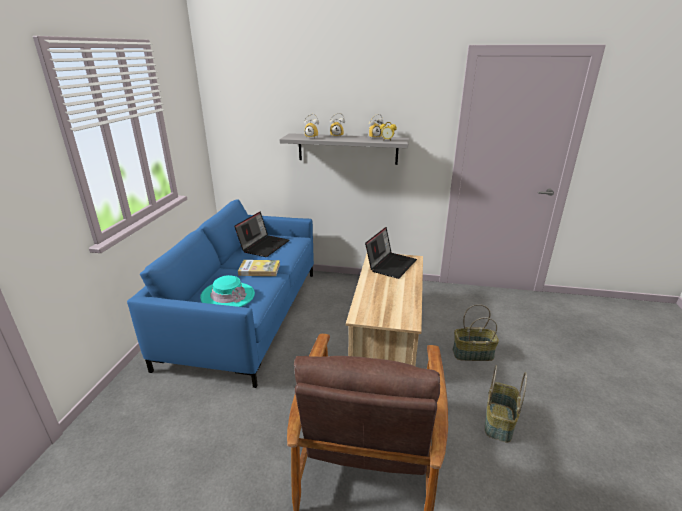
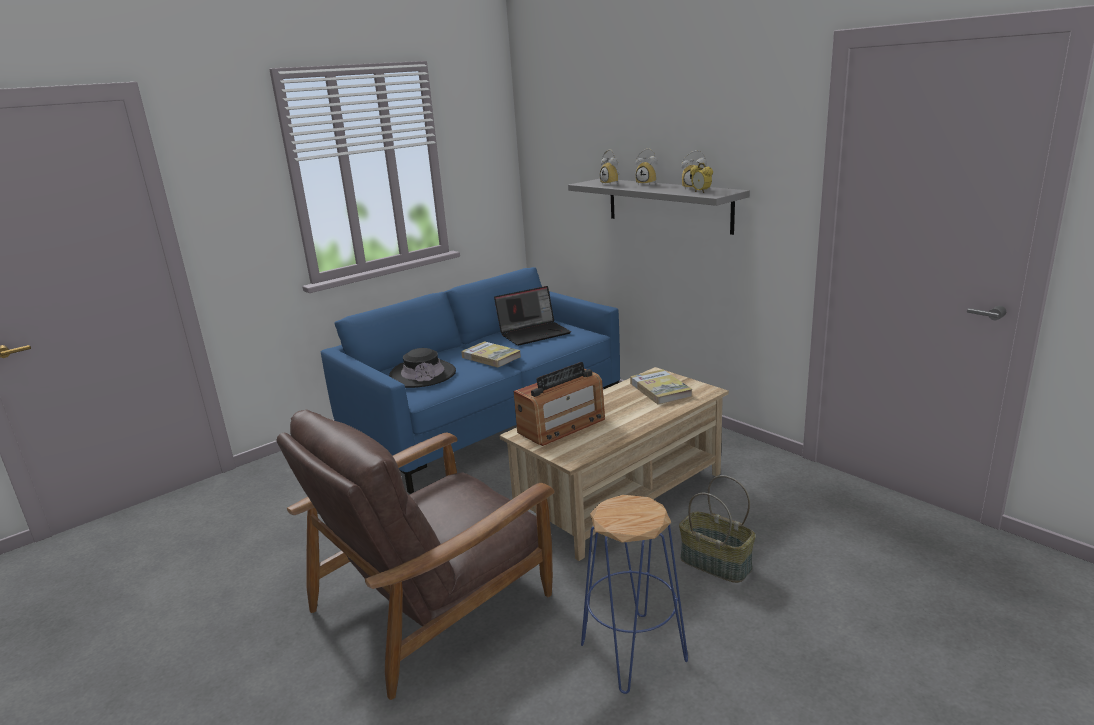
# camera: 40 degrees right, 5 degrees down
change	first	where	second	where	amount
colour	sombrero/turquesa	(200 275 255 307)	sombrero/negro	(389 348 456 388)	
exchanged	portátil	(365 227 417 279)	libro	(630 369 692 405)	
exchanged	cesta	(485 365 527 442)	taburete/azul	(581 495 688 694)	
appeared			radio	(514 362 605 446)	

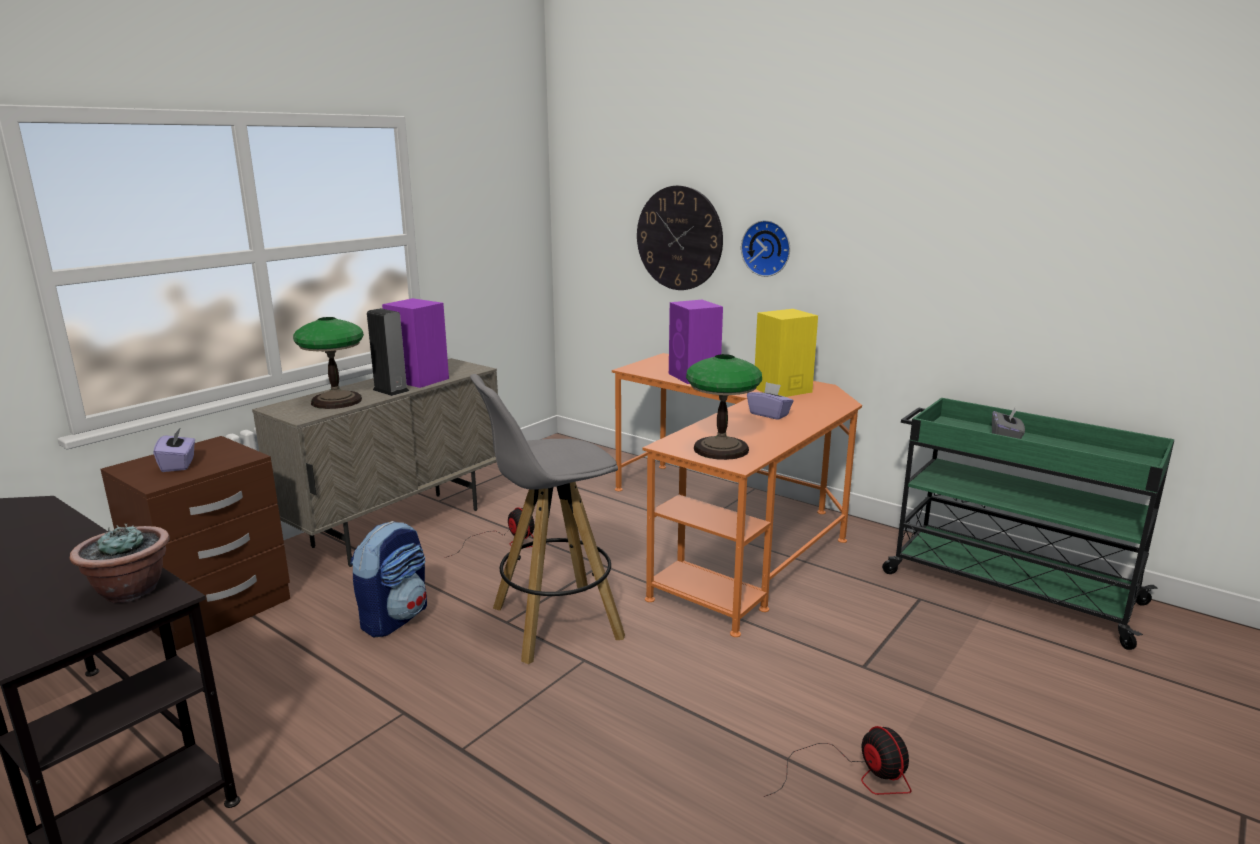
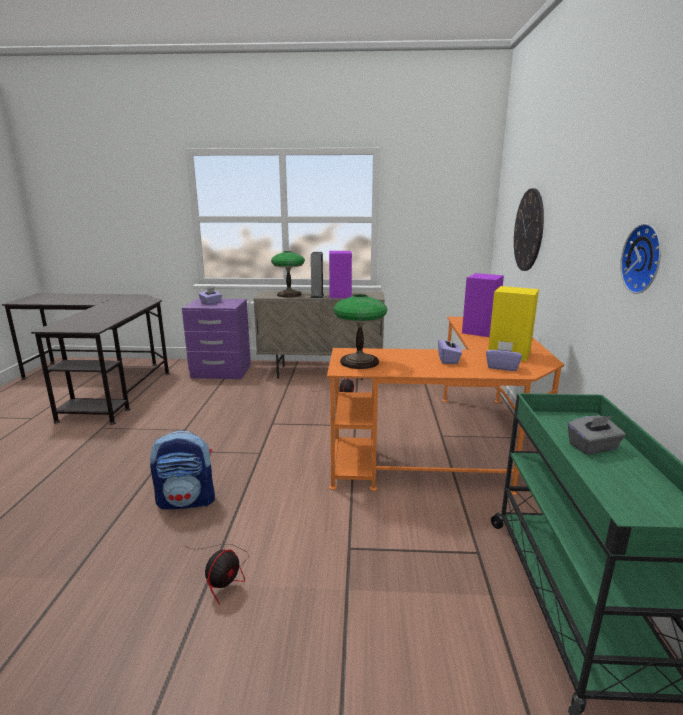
# camera: 55 degrees right, 0 degrees up
change	first	where	second	where	amount
missing	planta en maceta	(70 524 170 603)			
colour	mesita de noche/marrón	(101 436 290 650)	mesita de noche/morado	(182 299 251 379)	
relocated	mochila	(350 521 427 637)		(150 430 215 510)	
missing	taburete/gris	(470 374 625 664)			
relocated	reloj de pared	(741 220 790 277)		(620 223 661 294)	
appeared			caja de pañuelos/morado	(486 341 522 371)	

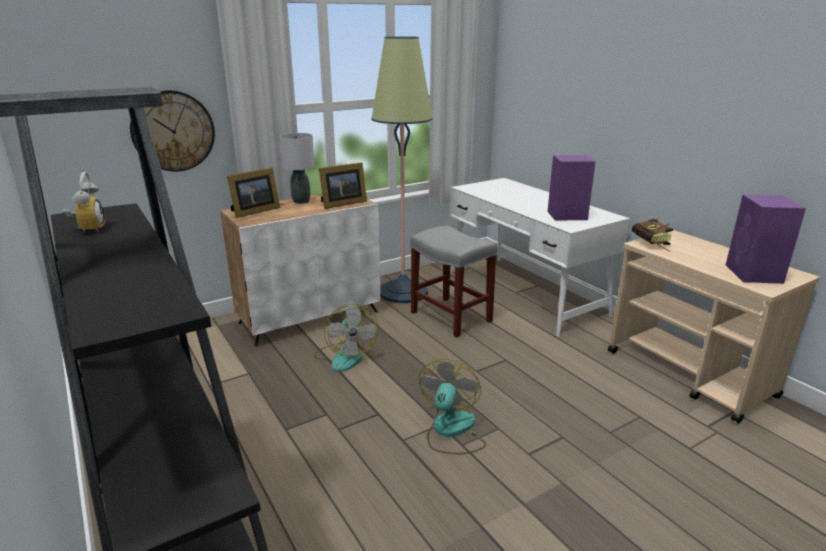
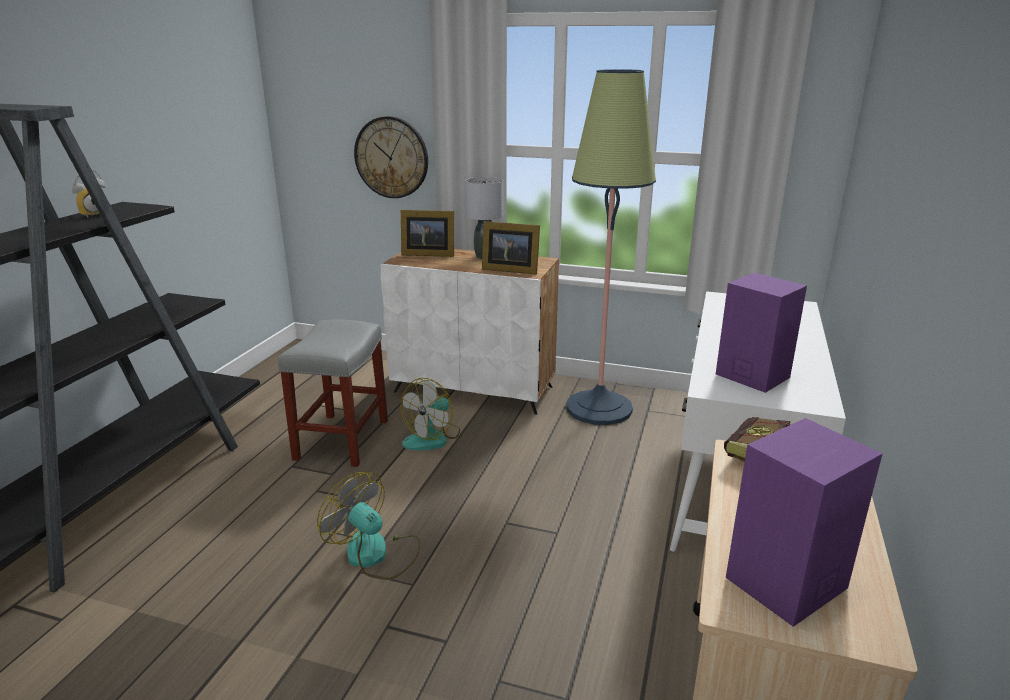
# camera: 50 degrees right, 0 degrees up
change	first	where	second	where	amount
relocated	taburete/gris	(410 226 497 338)		(278 319 388 467)	
spun	ventilador	(419 359 486 455)		(317 472 420 580)	120 degrees counterclockwise

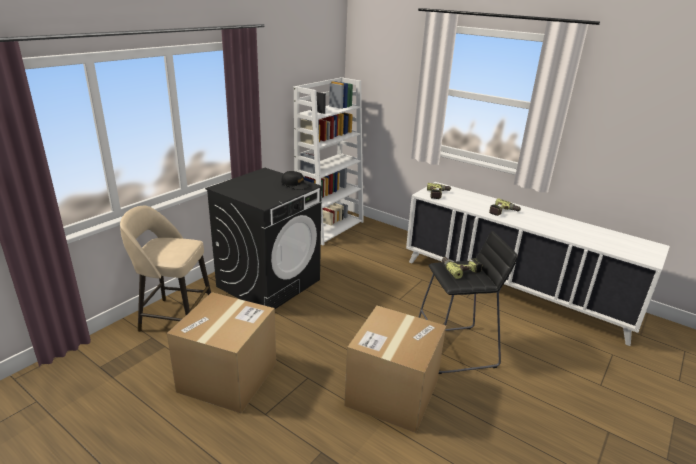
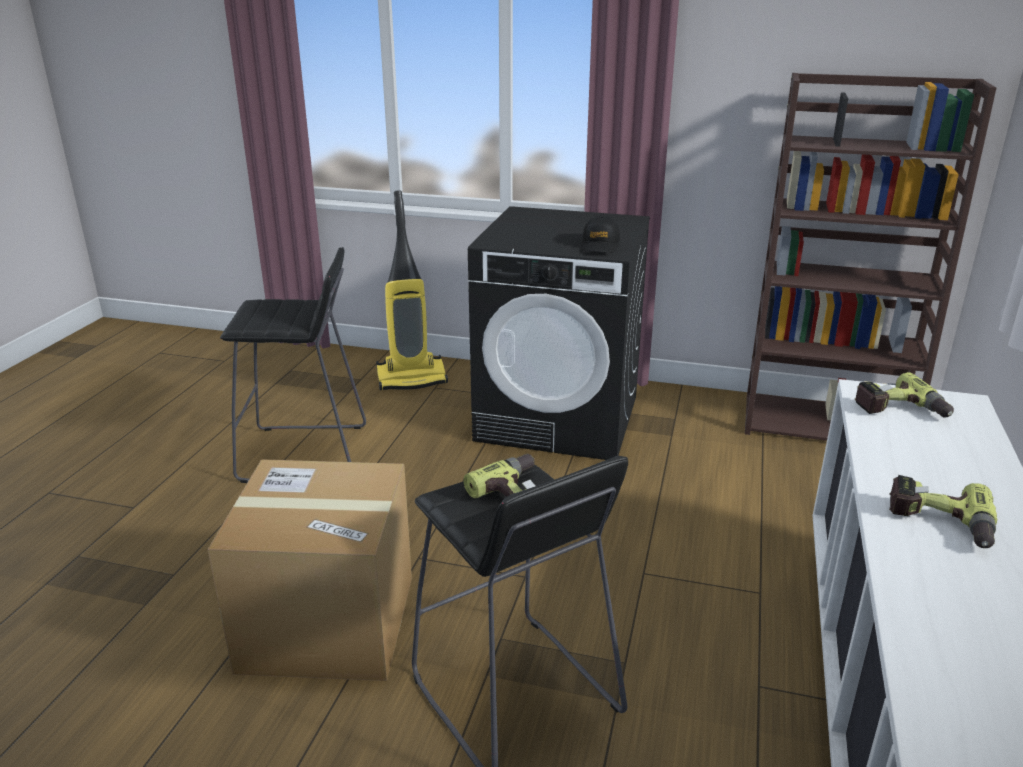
# camera: 70 degrees right, 0 degrees up
change	first	where	second	where	amount
exchanged	taburete/beis	(120 206 211 332)	aspiradora	(376 190 448 390)	
exchanged	caja de cartón	(167 292 276 413)	taburete/negro	(220 247 366 483)	
colour	estantería/blanco	(294 77 364 245)	estantería/marrón	(745 73 996 441)	

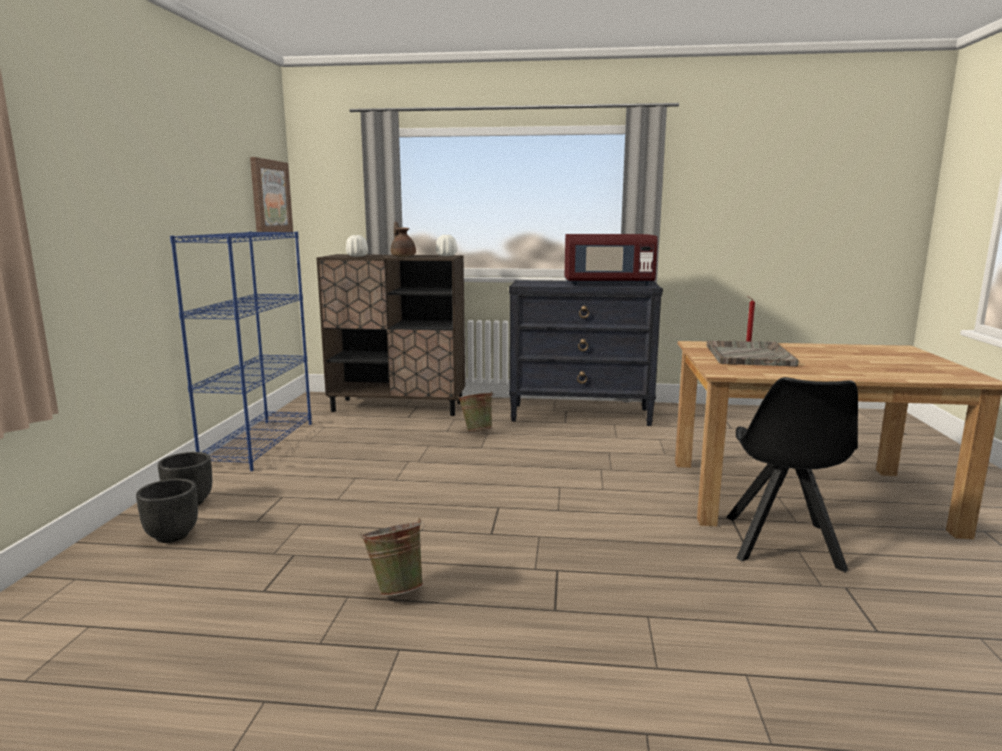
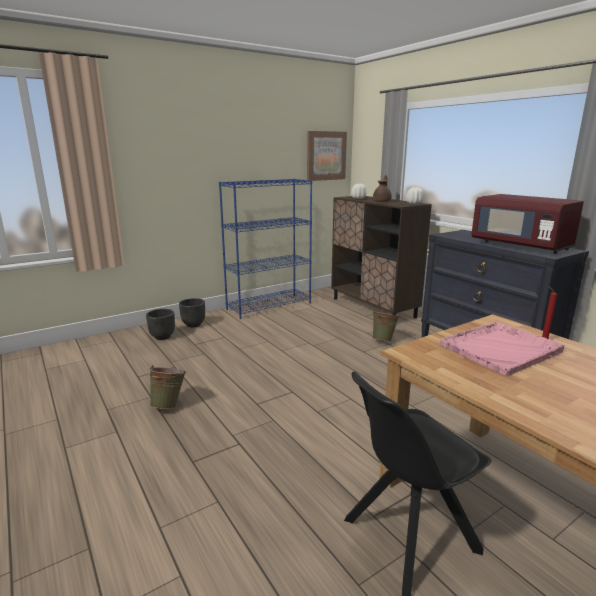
# camera: 50 degrees right, 5 degrees up
change	first	where	second	where	amount
colour	bandeja/gris	(706 340 799 366)	bandeja/rosa	(440 321 564 376)	

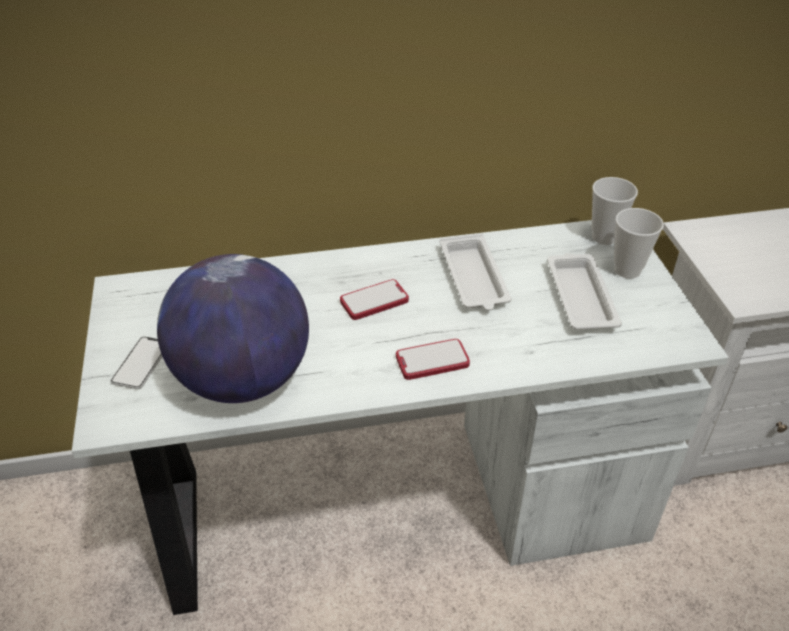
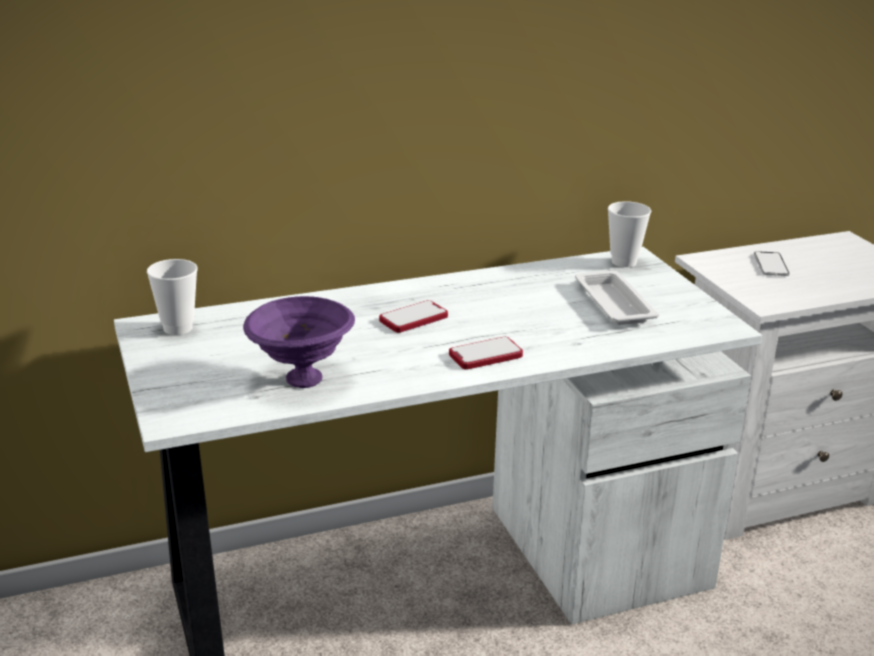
# camera: 10 degrees left, 15 degrees down
change	first	where	second	where	amount
relocated	móvil	(110 337 162 389)		(754 251 790 276)	
exchanged	globo terráqueo	(157 254 309 403)	cuenco/morado	(243 296 355 388)	
missing	bandeja/blanco	(440 233 511 310)			
relocated	taza	(614 208 664 279)		(147 259 198 335)	

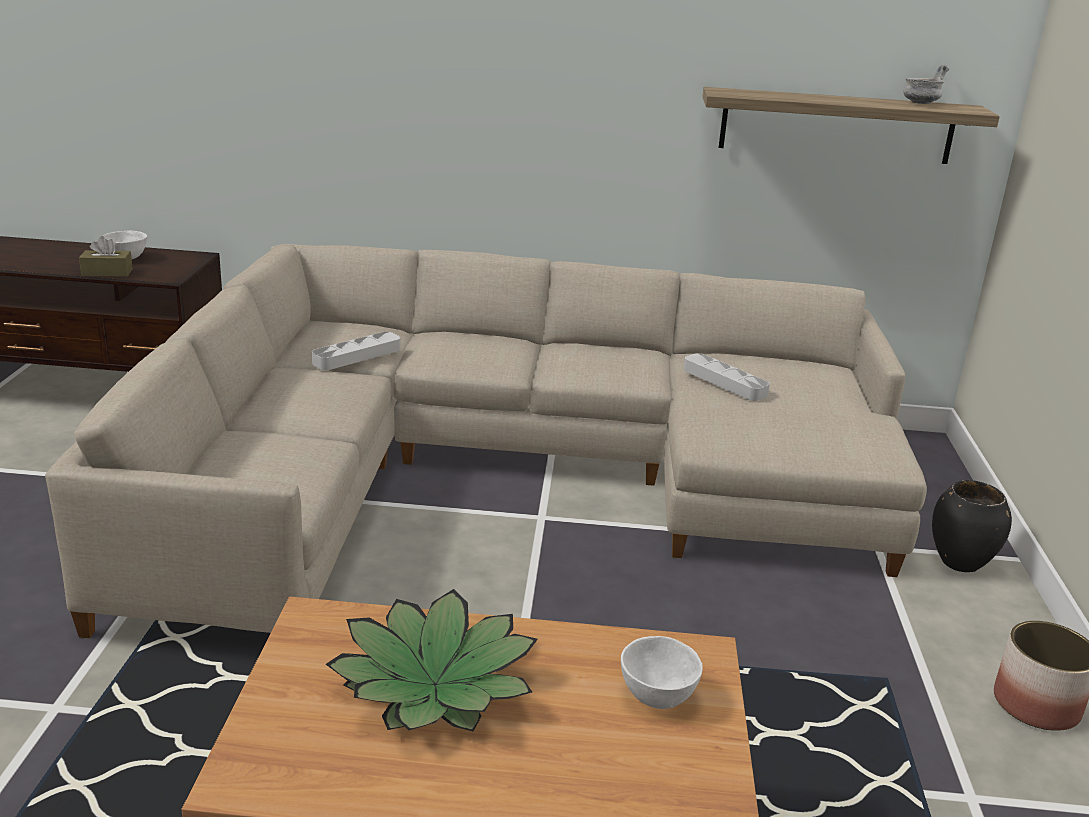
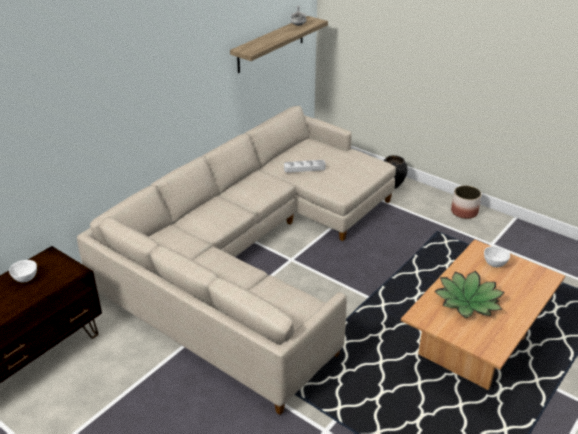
# camera: 55 degrees left, 10 degrees up
change	first	where	second	where	amount
missing	caja de pañuelos/marrón	(79 236 133 277)			
missing	bandeja/gris	(312 332 400 370)			

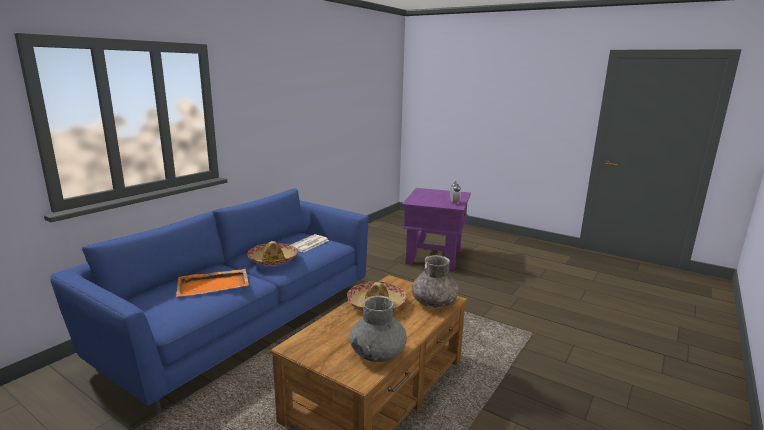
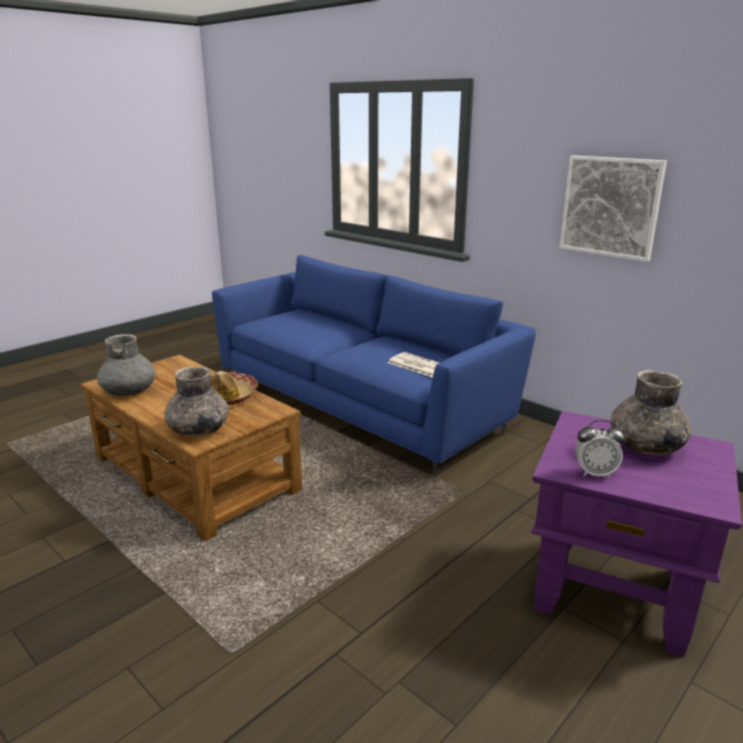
# camera: 100 degrees right, 5 degrees up
change	first	where	second	where	amount
missing	bandeja/naranja	(176 269 249 297)			
missing	sombrero	(247 241 298 265)			
appeared			cuadro	(560 155 667 262)	
appeared			florero/gris	(611 370 691 455)	

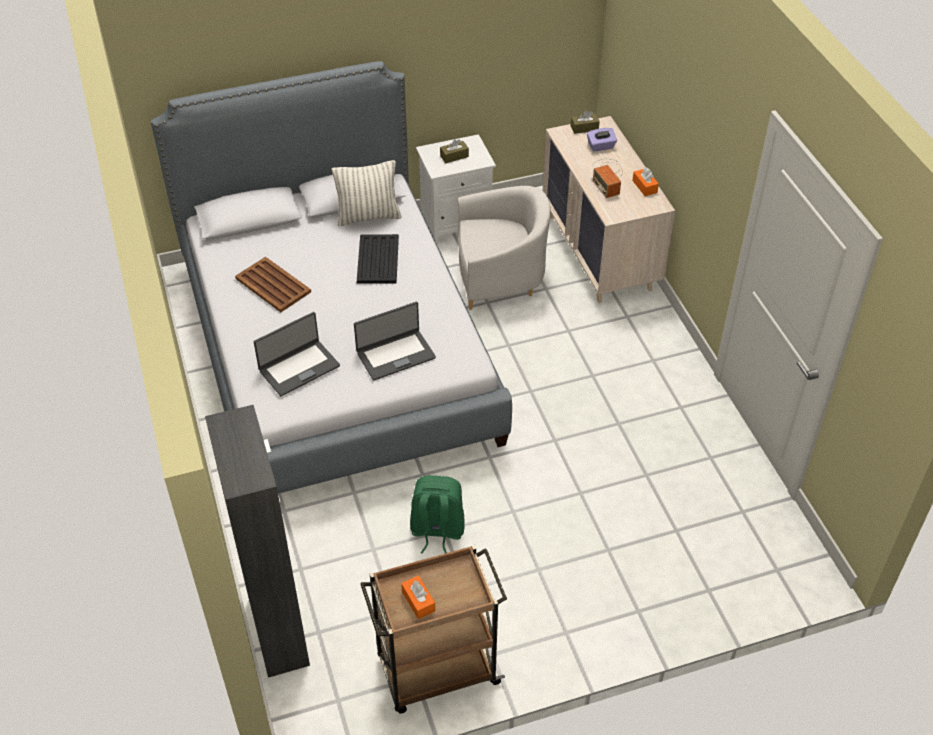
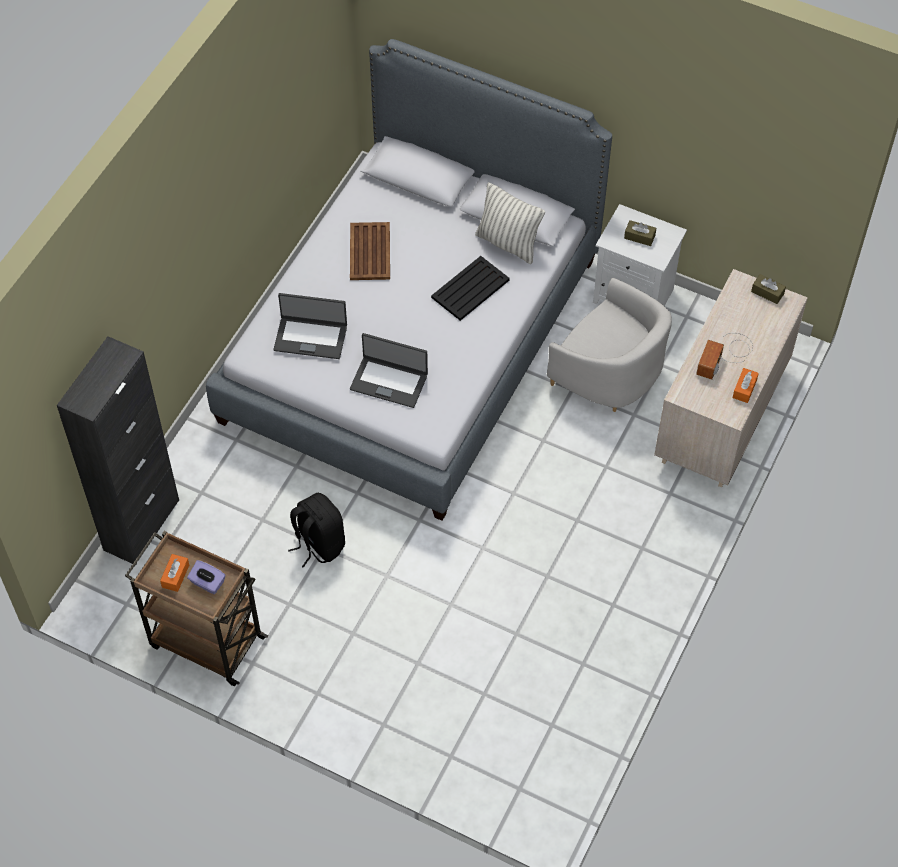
# camera: 45 degrees right, 10 degrees up
change	first	where	second	where	amount
colour	mochila/verde	(410 475 465 554)	mochila/negro	(288 493 345 568)	
relocated	caja de pañuelos/morado	(587 128 617 151)		(187 560 226 594)	

